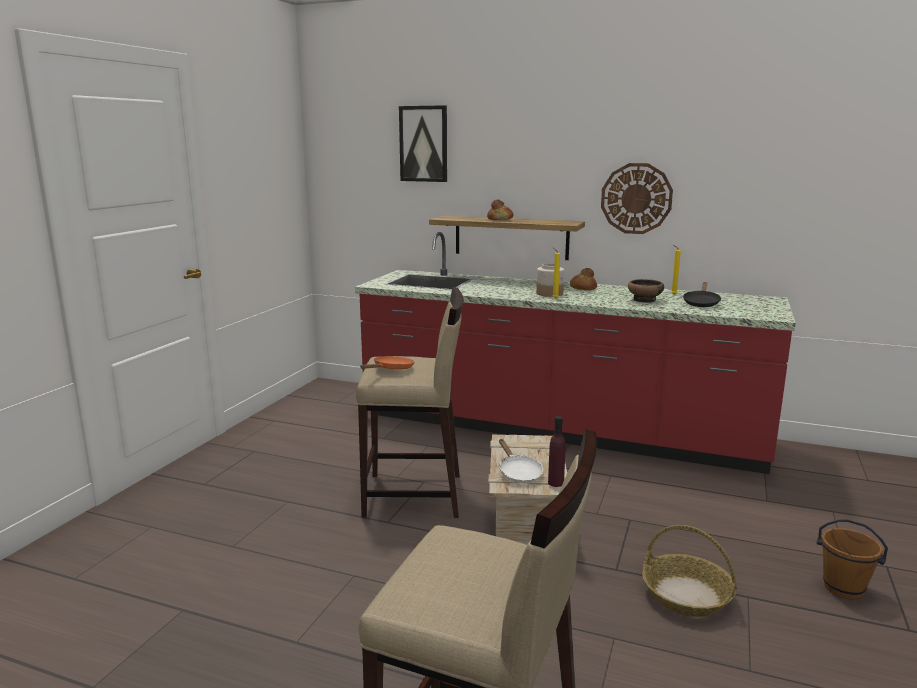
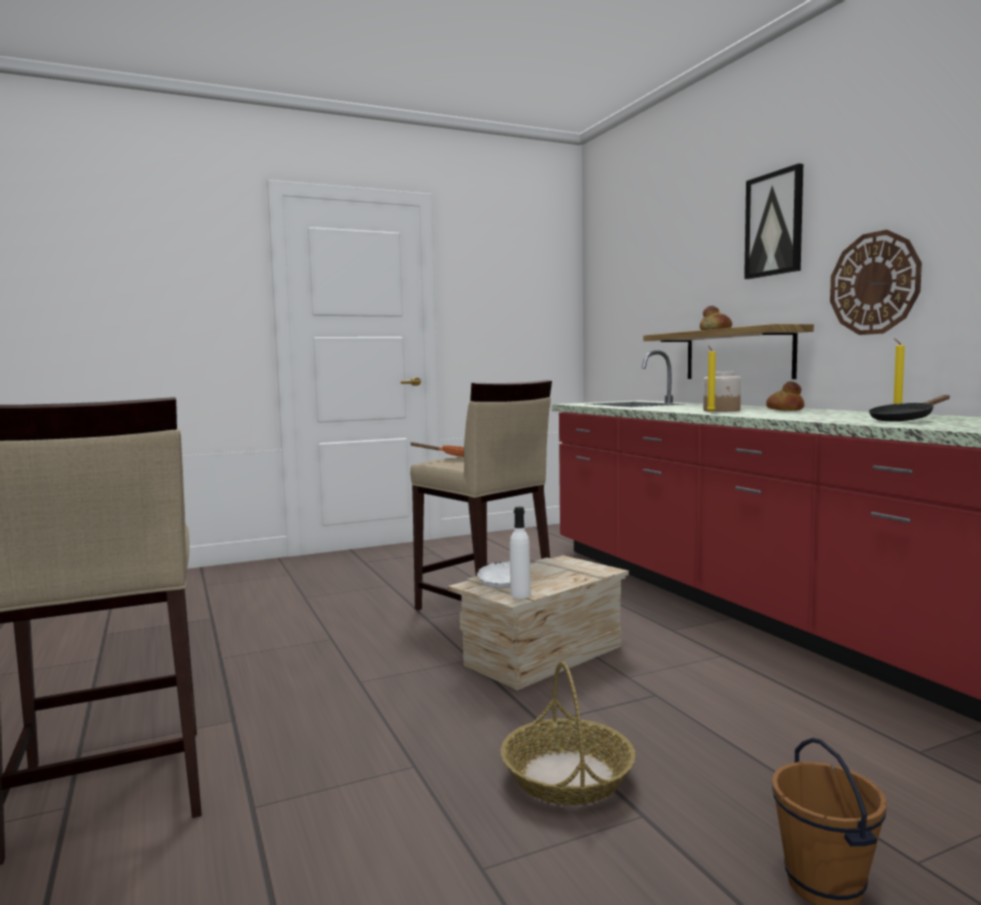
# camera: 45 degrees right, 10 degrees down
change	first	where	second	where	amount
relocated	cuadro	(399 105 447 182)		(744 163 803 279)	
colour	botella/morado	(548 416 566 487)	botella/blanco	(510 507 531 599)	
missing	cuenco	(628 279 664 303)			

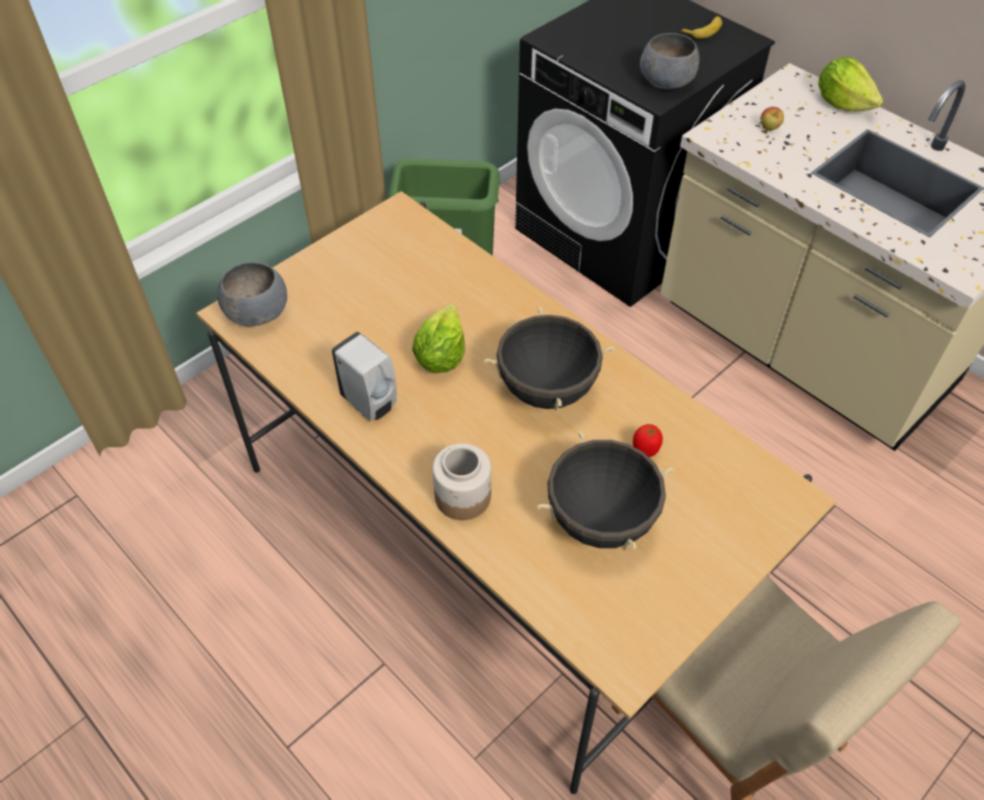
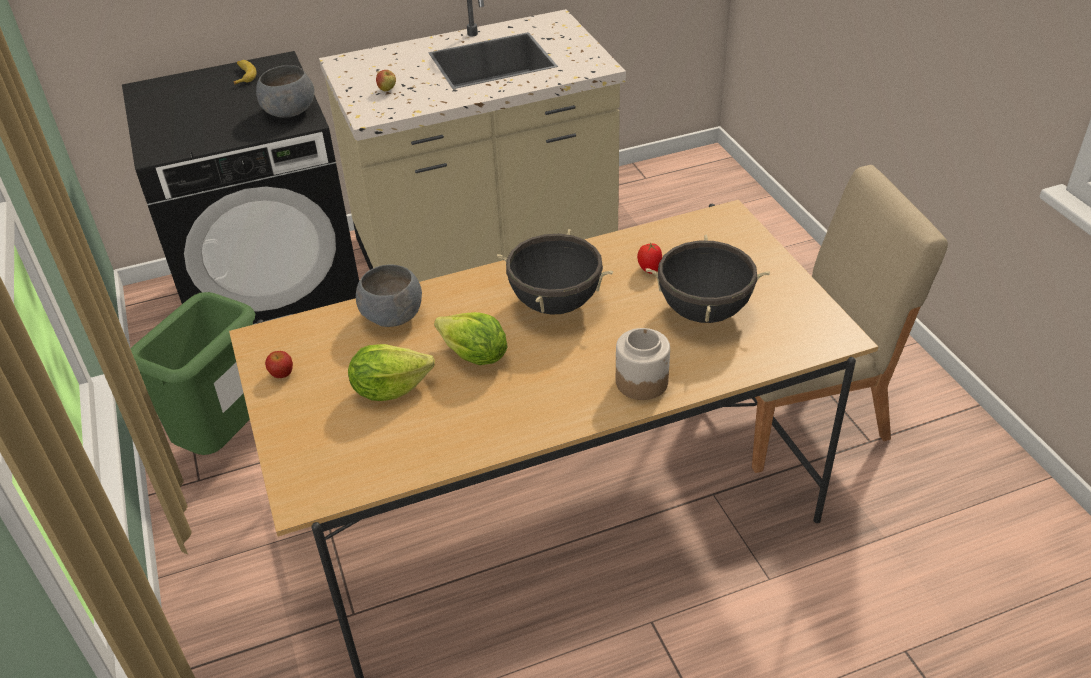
# camera: 65 degrees left, 10 degrees down
change	first	where	second	where	amount
relocated	cuenco/gris	(217 262 287 327)		(356 265 422 327)	
missing	dispensador de jabón/blanco	(332 332 397 421)			
relocated	lechuga	(818 57 883 111)		(348 344 435 401)	
appeared			manzana	(265 351 293 378)	

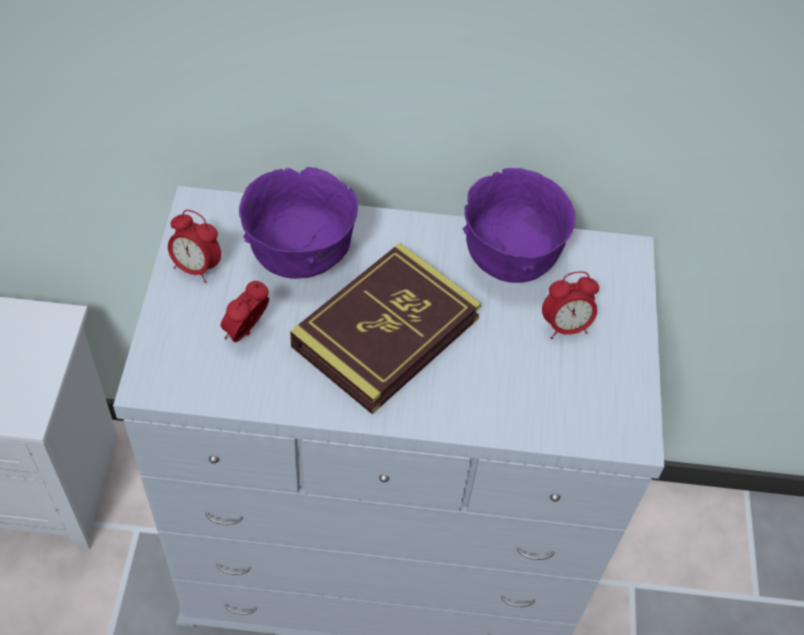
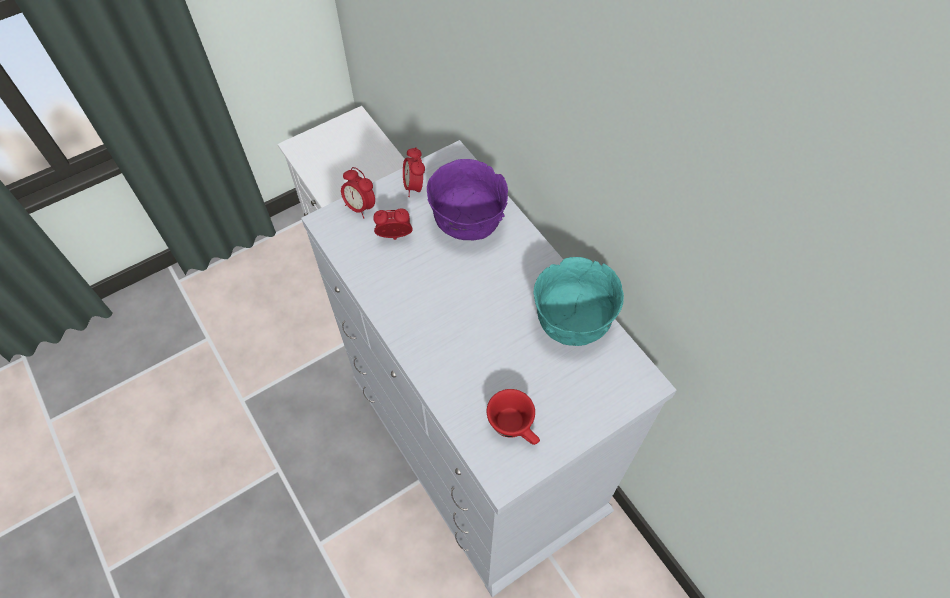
# camera: 55 degrees right, 5 degrees up
change	first	where	second	where	amount
missing	libro	(290 243 481 414)			
colour	cuenco/morado	(462 168 575 283)	cuenco/turquesa	(534 257 624 346)	
relocated	despertador	(542 271 599 339)		(341 167 375 219)	
appeared			taza/rojo	(487 389 540 445)	

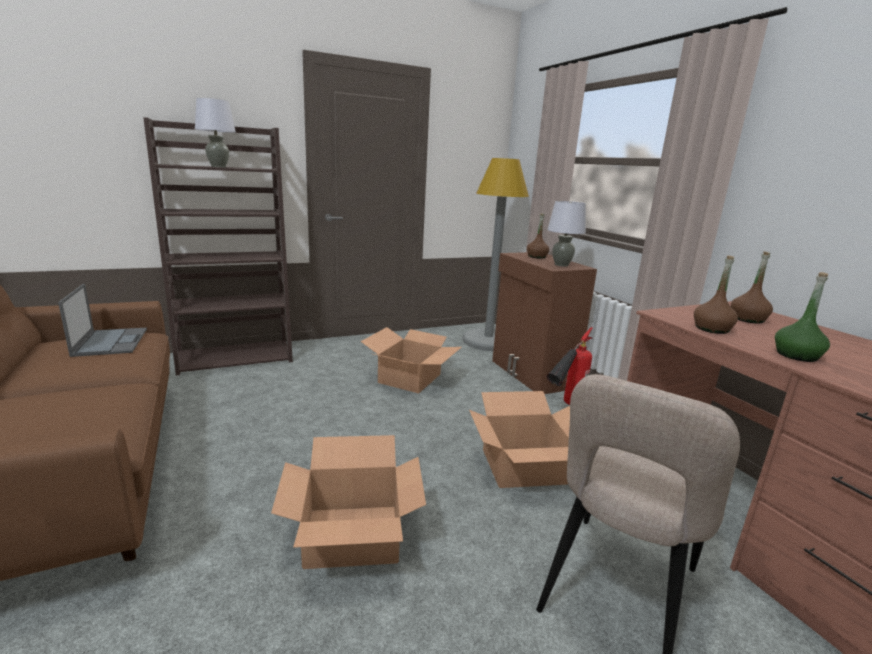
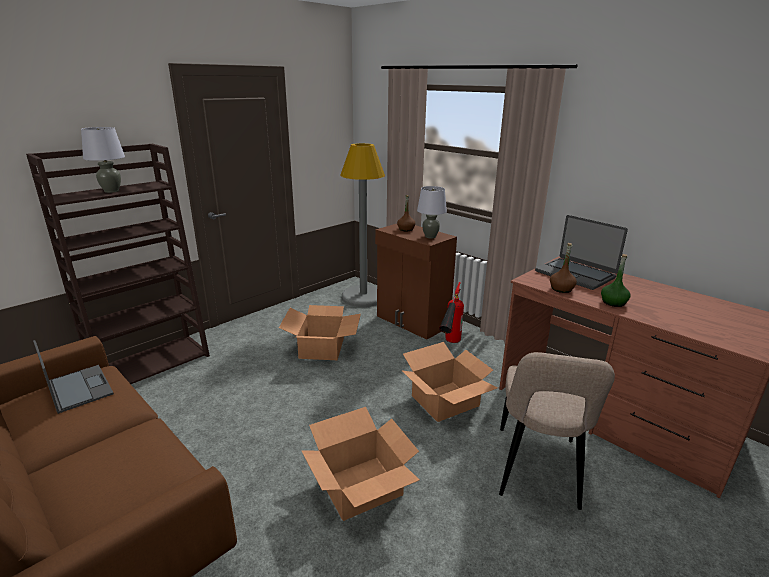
# camera: 20 degrees left, 5 degrees up
change	first	where	second	where	amount
exchanged	botella/marrón	(731 251 773 324)	portátil	(535 215 628 290)	

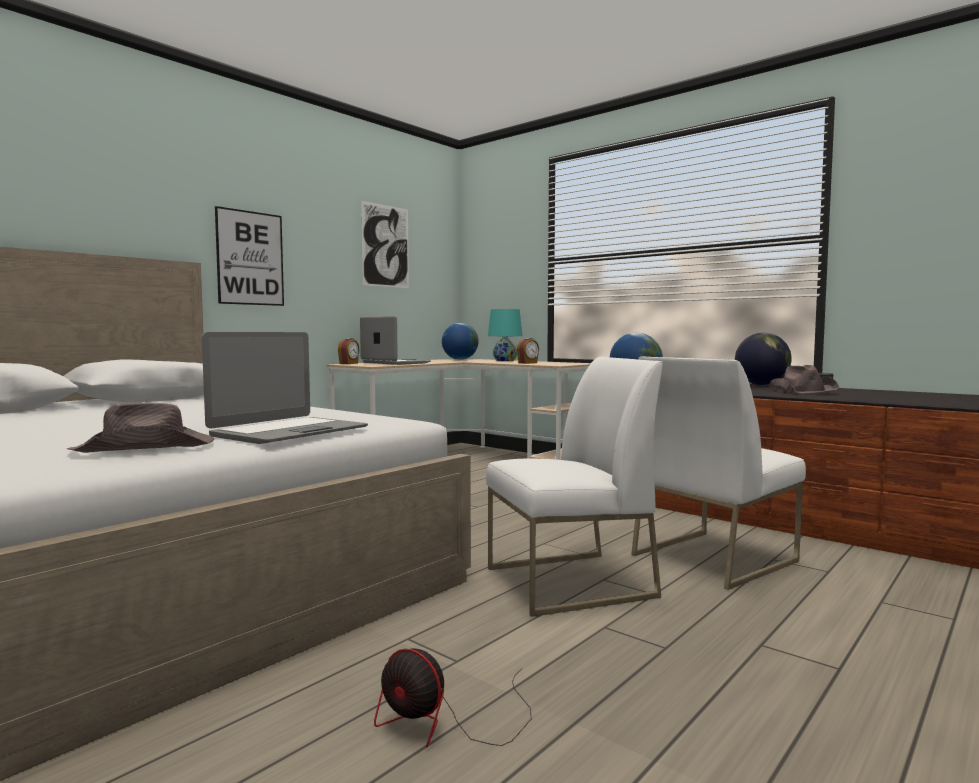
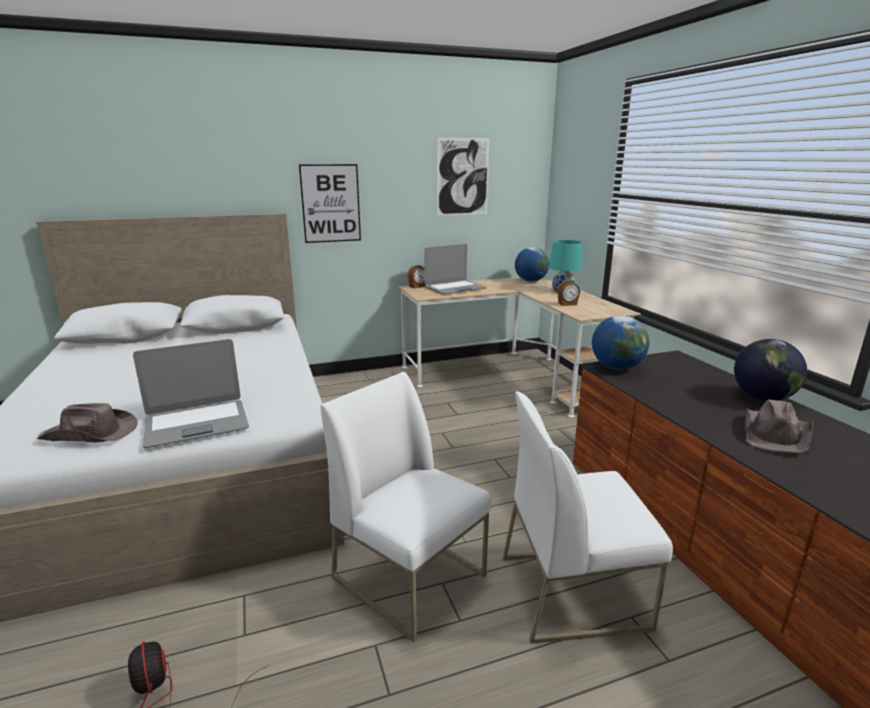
# camera: 30 degrees right, 15 degrees up
change	first	where	second	where	amount
spun	portátil	(360 315 431 365)		(424 244 487 295)	75 degrees clockwise
spun	silla/blanco	(486 357 663 617)		(320 372 491 642)	150 degrees counterclockwise

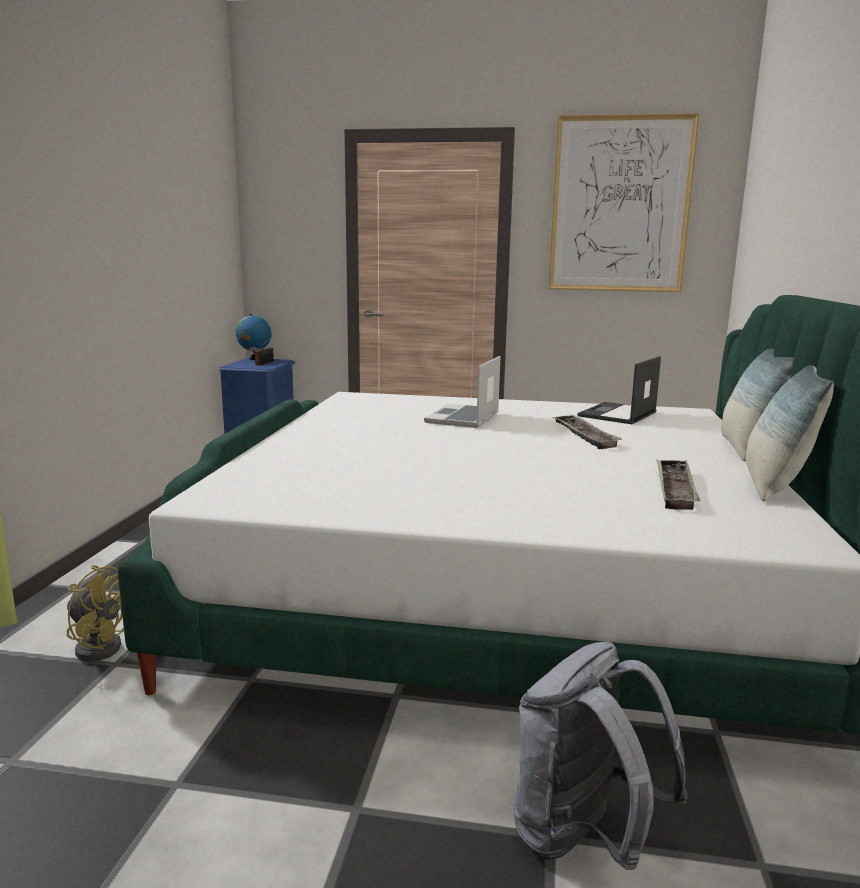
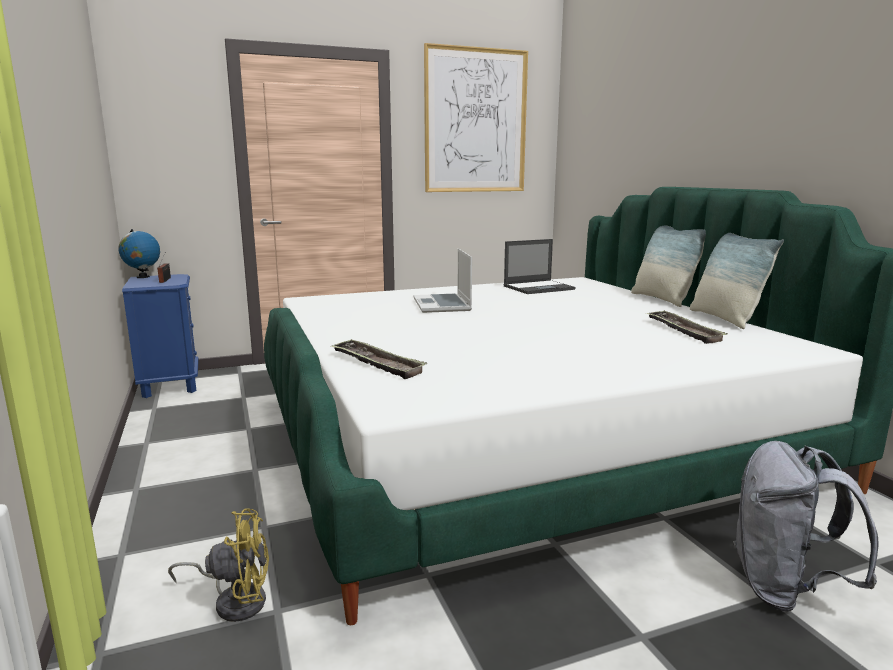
# camera: 30 degrees left, 0 degrees up
change	first	where	second	where	amount
relocated	bandeja	(552 414 622 449)		(331 339 427 379)	
spun	portátil	(577 356 661 424)		(504 239 576 294)	120 degrees counterclockwise

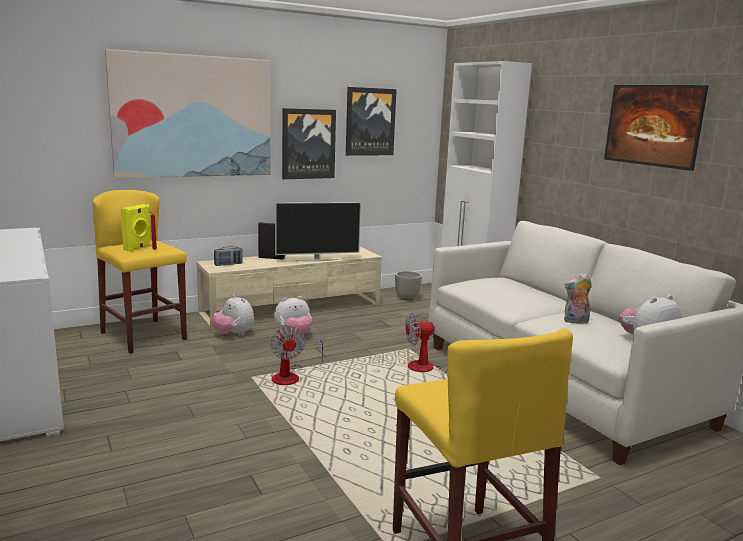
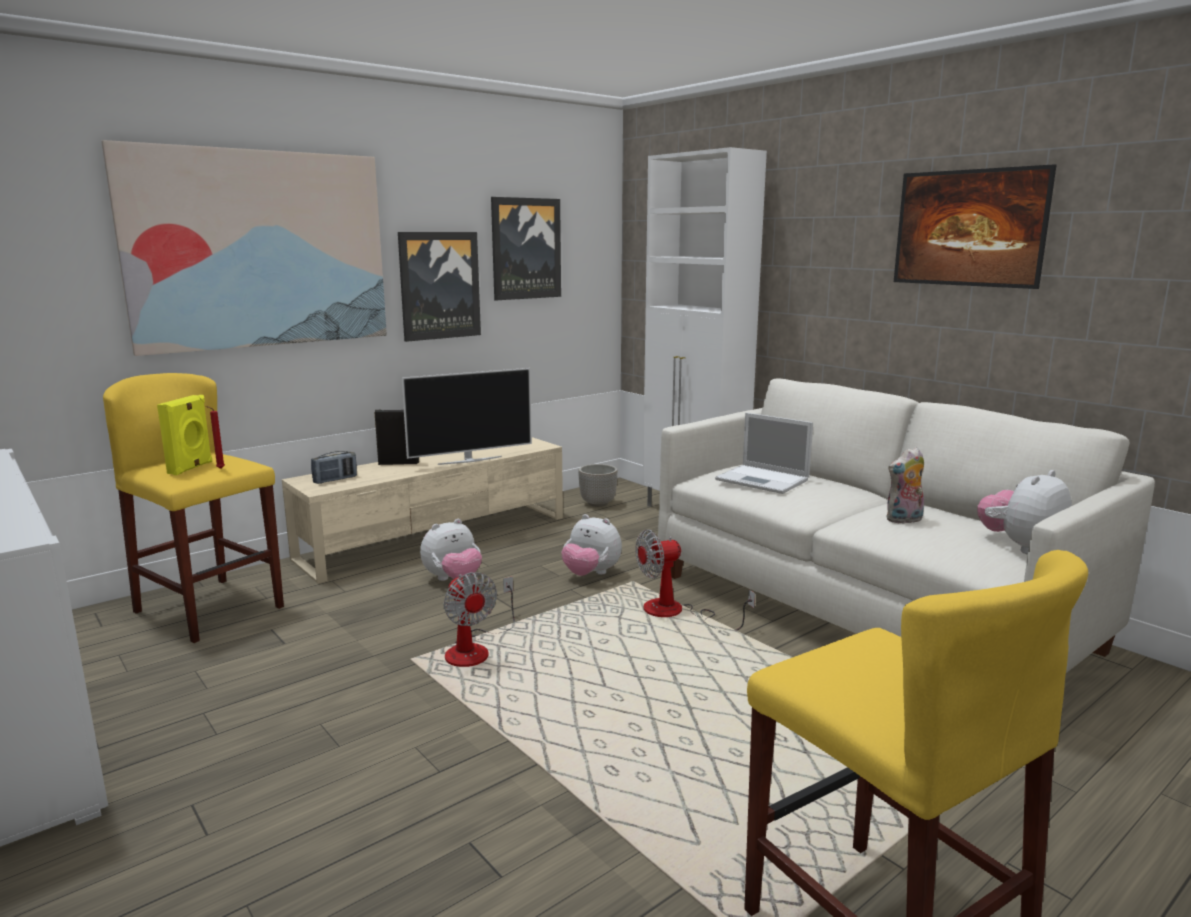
# camera: 10 degrees left, 0 degrees up
change	first	where	second	where	amount
relocated	peluche	(212 295 254 336)		(561 514 622 576)	
appeared			portátil	(715 412 813 494)	

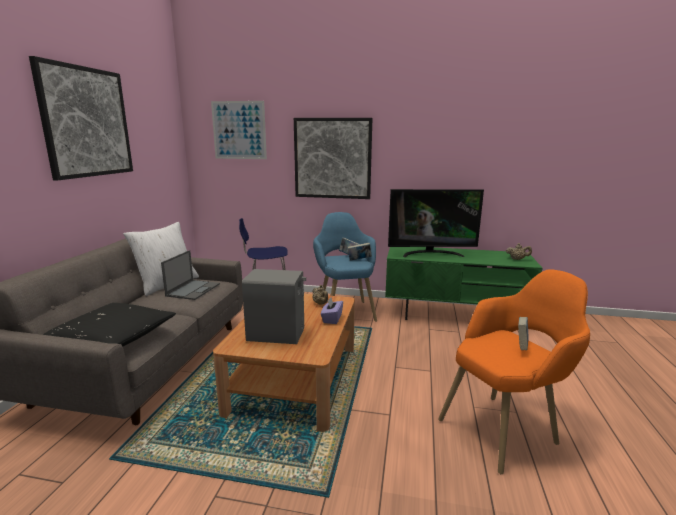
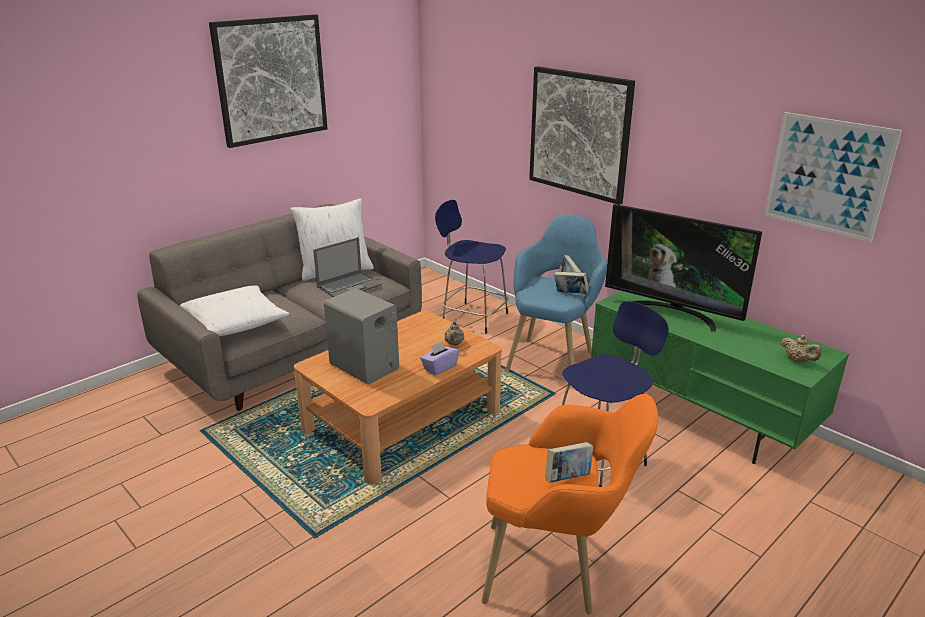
# camera: 35 degrees right, 10 degrees up
change	first	where	second	where	amount
colour	cojín/negro	(43 303 176 346)	cojín/blanco	(179 285 289 336)	
relocated	cuadro	(211 101 267 159)		(764 112 902 242)	
appeared			taburete/azul	(562 301 669 487)	

